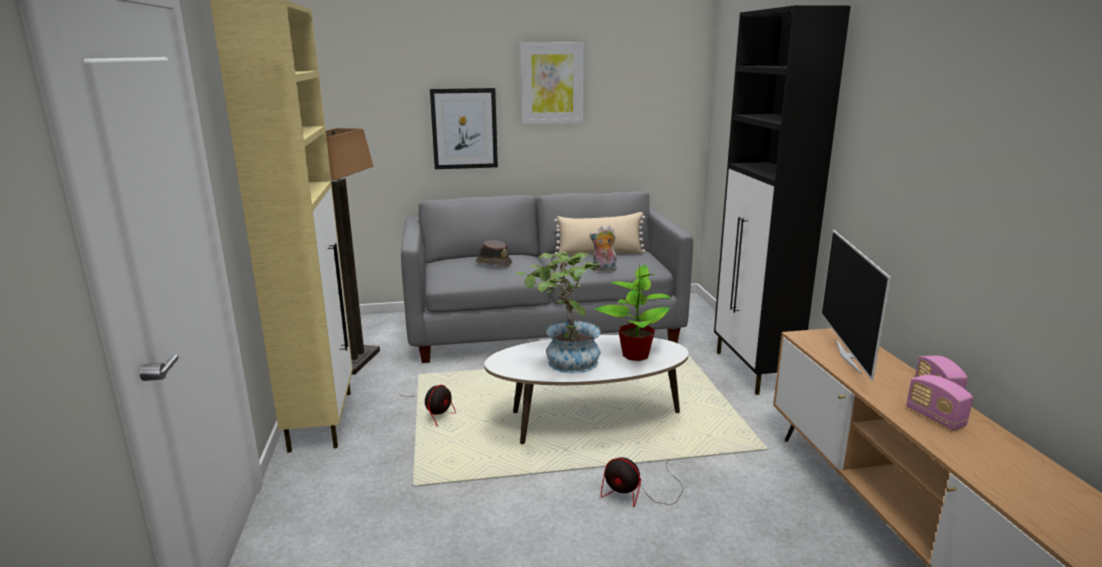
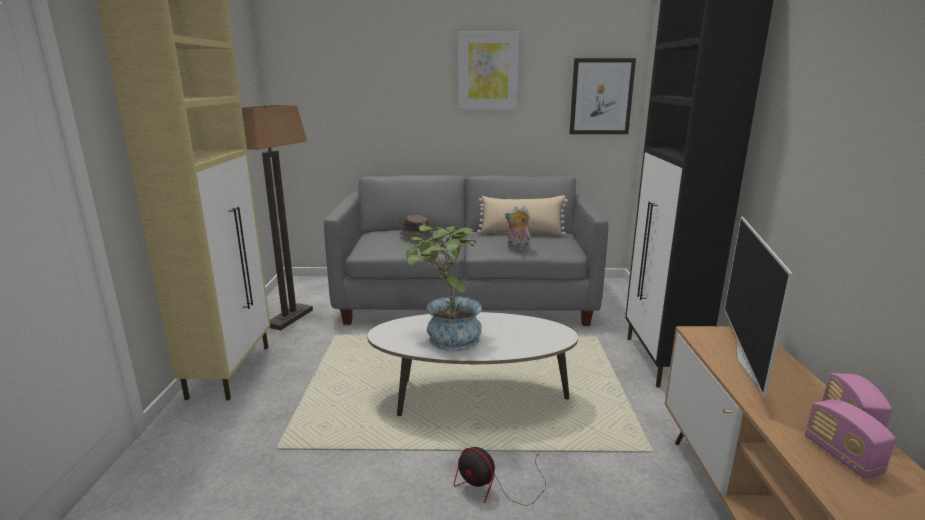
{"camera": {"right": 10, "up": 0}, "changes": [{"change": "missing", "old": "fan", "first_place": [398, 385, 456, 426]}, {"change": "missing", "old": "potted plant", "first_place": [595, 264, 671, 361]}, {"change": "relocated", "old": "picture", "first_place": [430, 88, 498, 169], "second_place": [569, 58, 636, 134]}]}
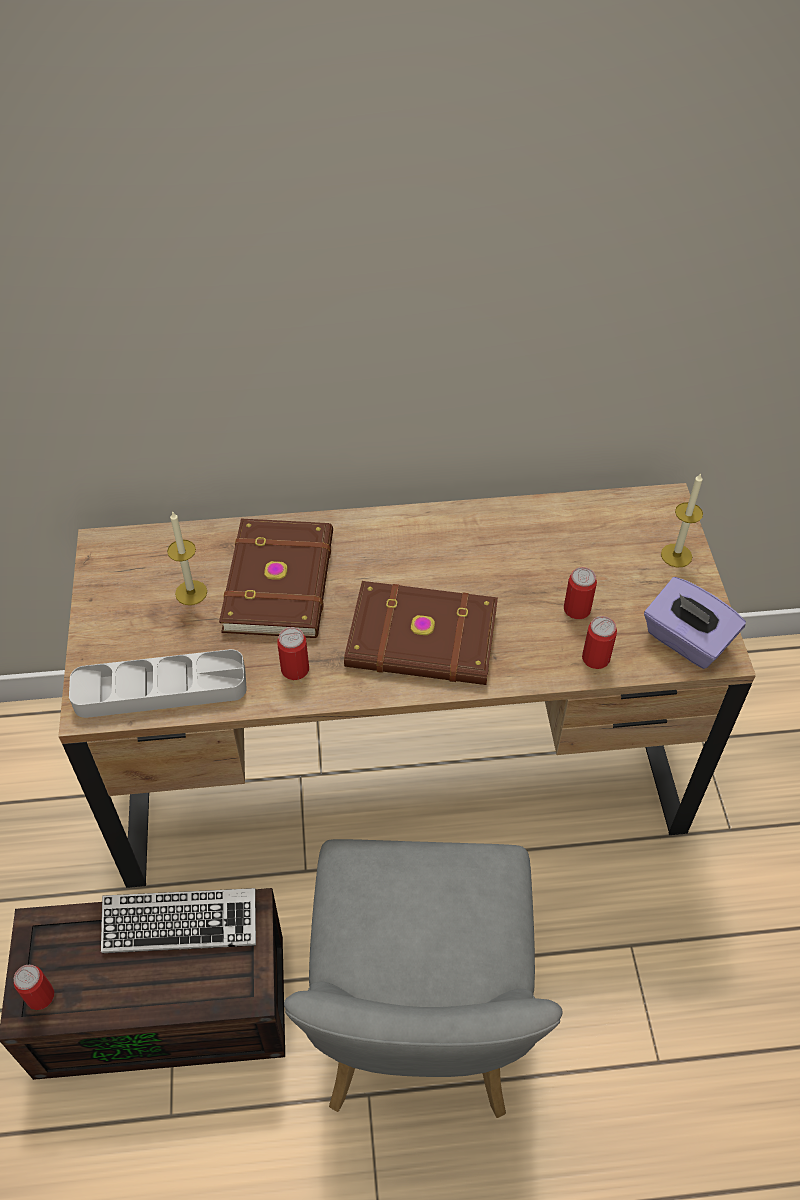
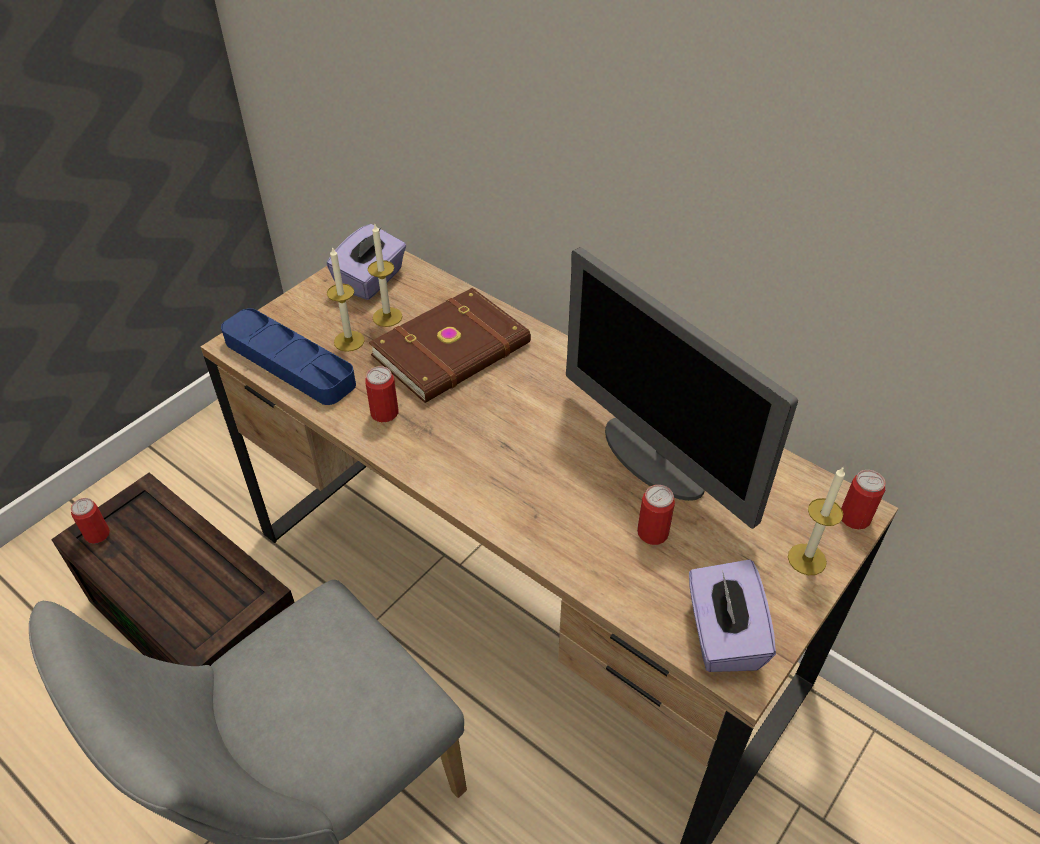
{"camera": {"right": 45, "up": -5}, "changes": [{"change": "missing", "old": "keyboard", "first_place": [101, 888, 256, 953]}, {"change": "missing", "old": "brown book", "first_place": [344, 581, 498, 685]}, {"change": "appeared", "new": "purple tissue box", "second_place": [327, 224, 406, 300]}, {"change": "appeared", "new": "candle", "second_place": [327, 246, 365, 352]}, {"change": "appeared", "new": "monitor", "second_place": [566, 247, 798, 529]}, {"change": "relocated", "old": "can", "first_place": [582, 616, 617, 669], "second_place": [841, 470, 885, 529]}, {"change": "colour", "old": "grey tray", "new": "blue tray", "first_place": [69, 649, 247, 718], "second_place": [221, 308, 356, 405]}]}
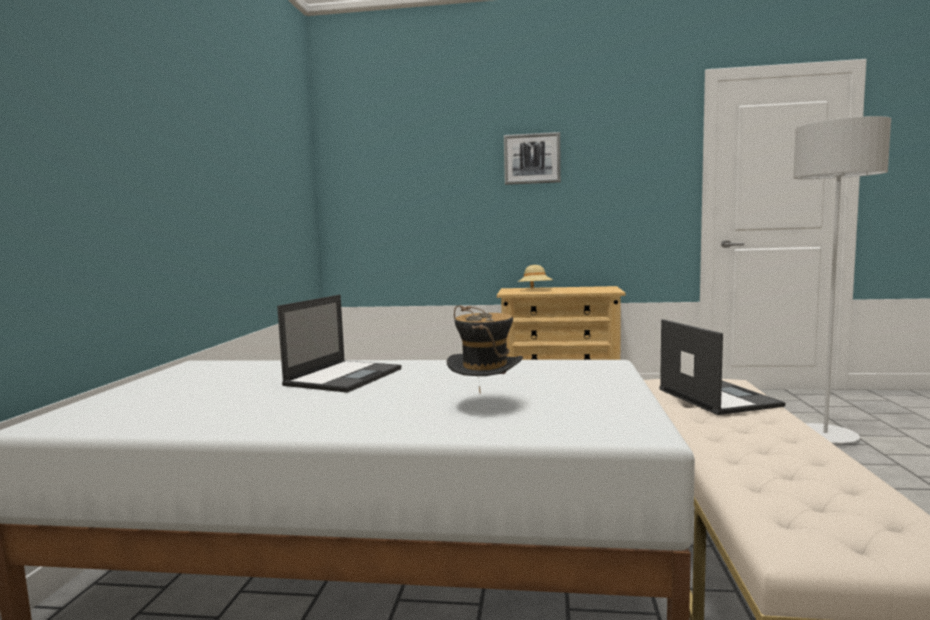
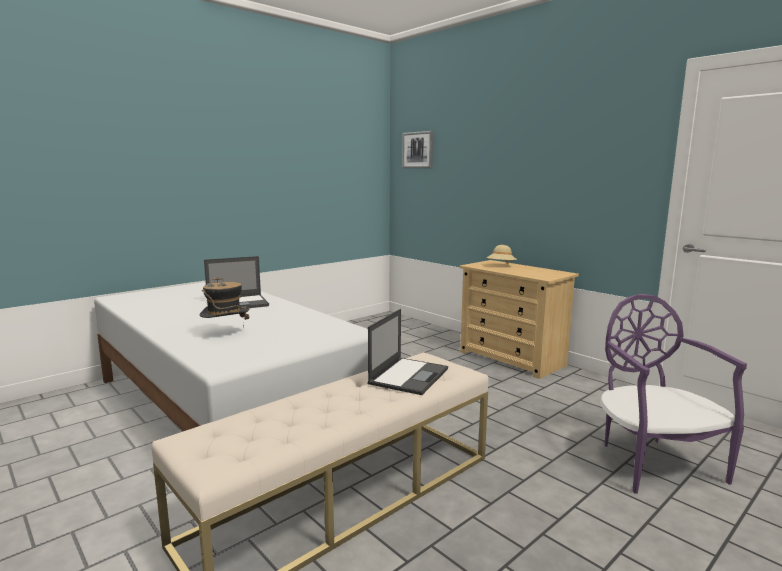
{"camera": {"right": 40, "up": 5}, "changes": [{"change": "relocated", "old": "picture", "first_place": [504, 132, 561, 185], "second_place": [402, 131, 433, 168]}, {"change": "exchanged", "old": "grey floor lamp", "new": "purple chair", "first_place": [793, 116, 891, 444], "second_place": [600, 294, 747, 494]}]}
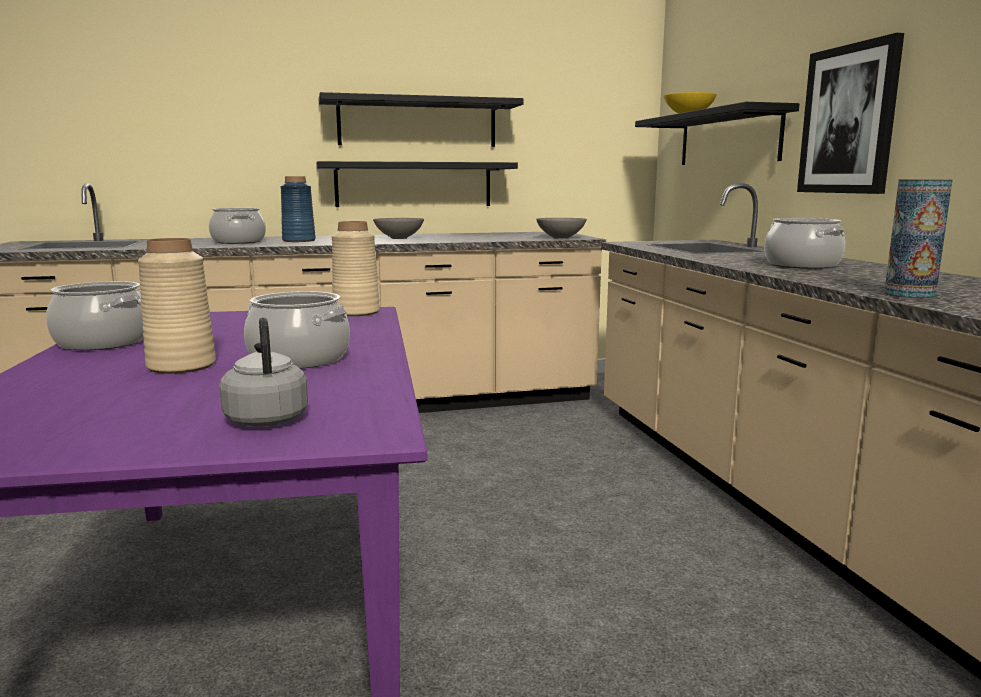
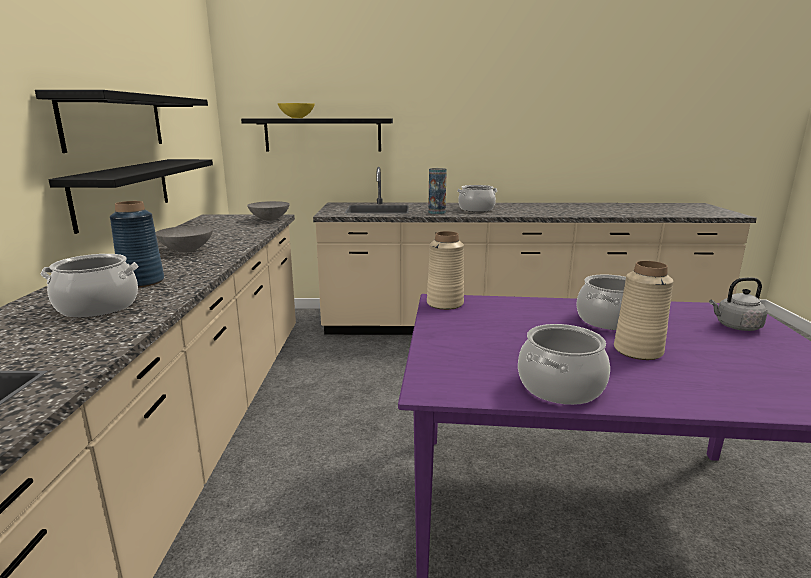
{"camera": {"right": -75, "up": 5}, "changes": [{"change": "missing", "old": "picture", "first_place": [797, 33, 904, 194]}, {"change": "relocated", "old": "vase", "first_place": [884, 179, 953, 299], "second_place": [428, 168, 447, 214]}]}
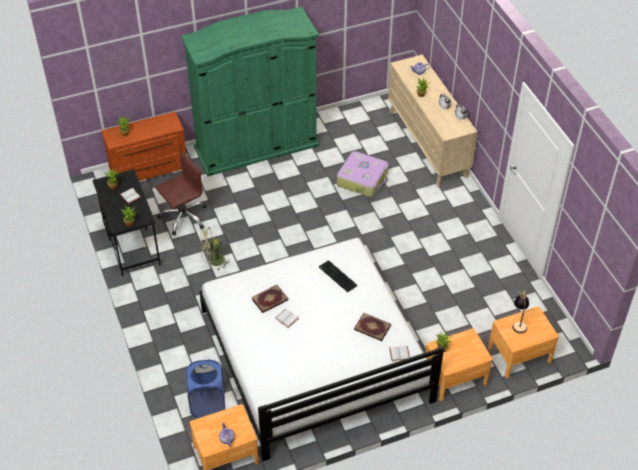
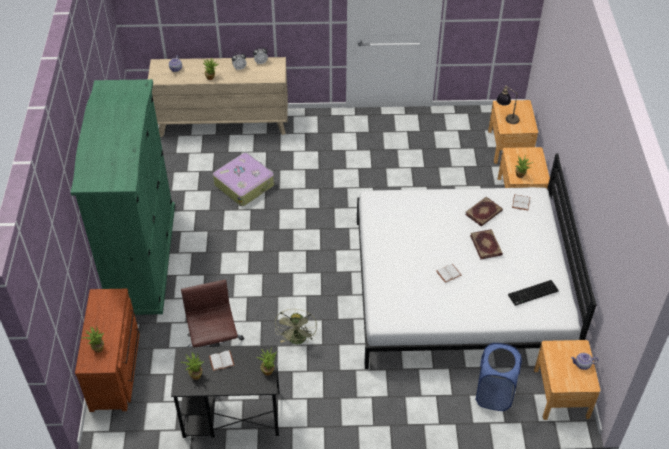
{"camera": {"right": -70, "up": 0}, "changes": [{"change": "relocated", "old": "book", "first_place": [252, 285, 288, 313], "second_place": [470, 229, 503, 259]}, {"change": "relocated", "old": "keyboard", "first_place": [319, 260, 357, 292], "second_place": [508, 280, 559, 306]}]}
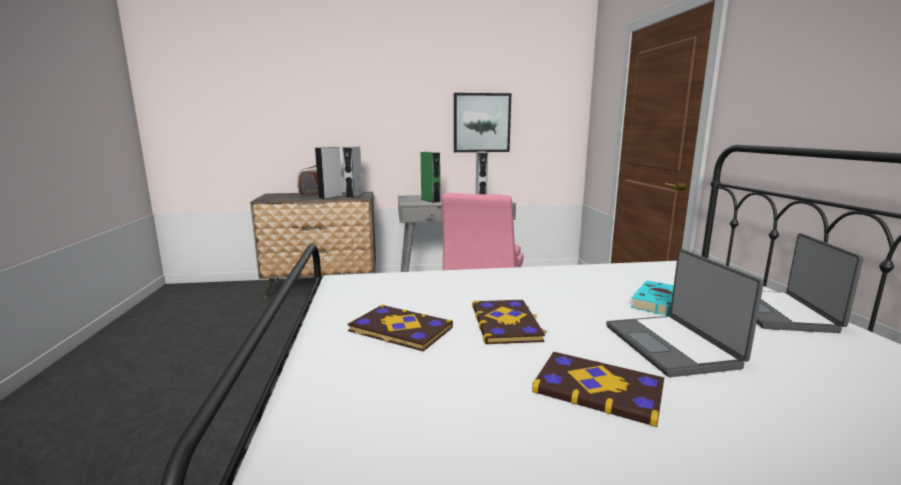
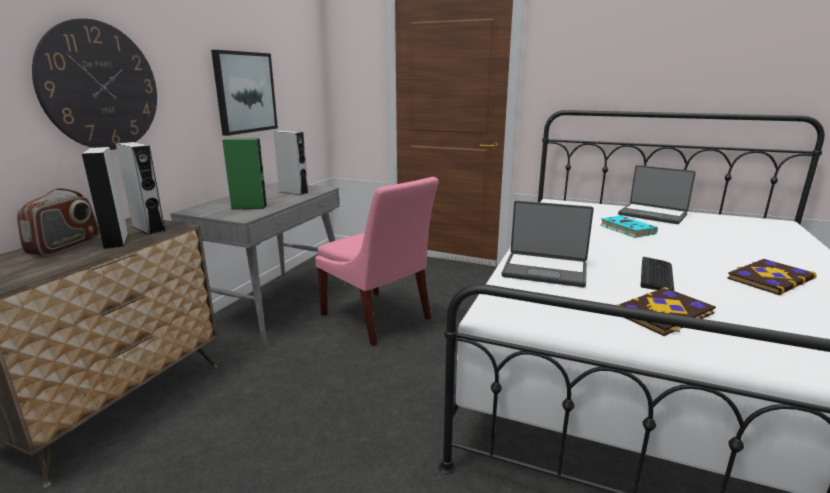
{"camera": {"right": -60, "up": 5}, "changes": [{"change": "appeared", "new": "wall clock", "second_place": [32, 18, 157, 150]}, {"change": "relocated", "old": "laptop", "first_place": [606, 249, 764, 377], "second_place": [502, 201, 594, 287]}, {"change": "exchanged", "old": "book", "new": "keyboard", "first_place": [472, 300, 547, 345], "second_place": [641, 257, 674, 291]}]}
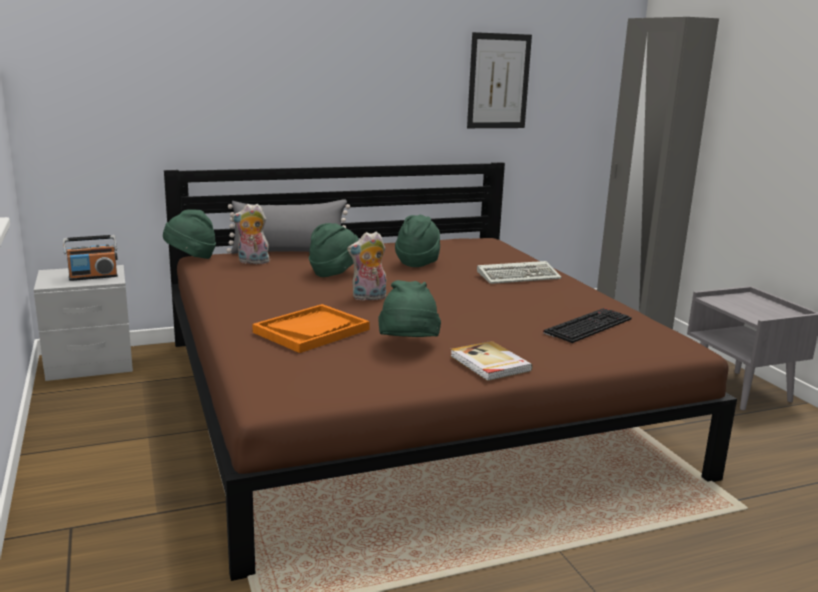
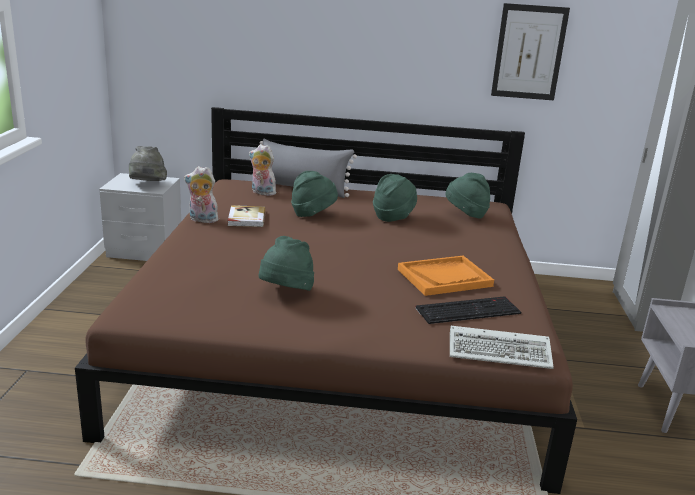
{"camera": {"right": 25, "up": 5}, "changes": [{"change": "relocated", "old": "green hat", "first_place": [163, 209, 216, 259], "second_place": [446, 173, 490, 219]}, {"change": "relocated", "old": "orange tray", "first_place": [252, 304, 370, 353], "second_place": [398, 256, 494, 296]}, {"change": "relocated", "old": "plush toy", "first_place": [347, 231, 386, 301], "second_place": [184, 166, 218, 223]}, {"change": "relocated", "old": "book", "first_place": [450, 341, 532, 381], "second_place": [228, 205, 266, 227]}, {"change": "relocated", "old": "keyboard", "first_place": [477, 261, 561, 284], "second_place": [450, 326, 554, 369]}, {"change": "exchanged", "old": "radio", "new": "grey hat", "first_place": [63, 235, 118, 281], "second_place": [129, 146, 167, 181]}]}
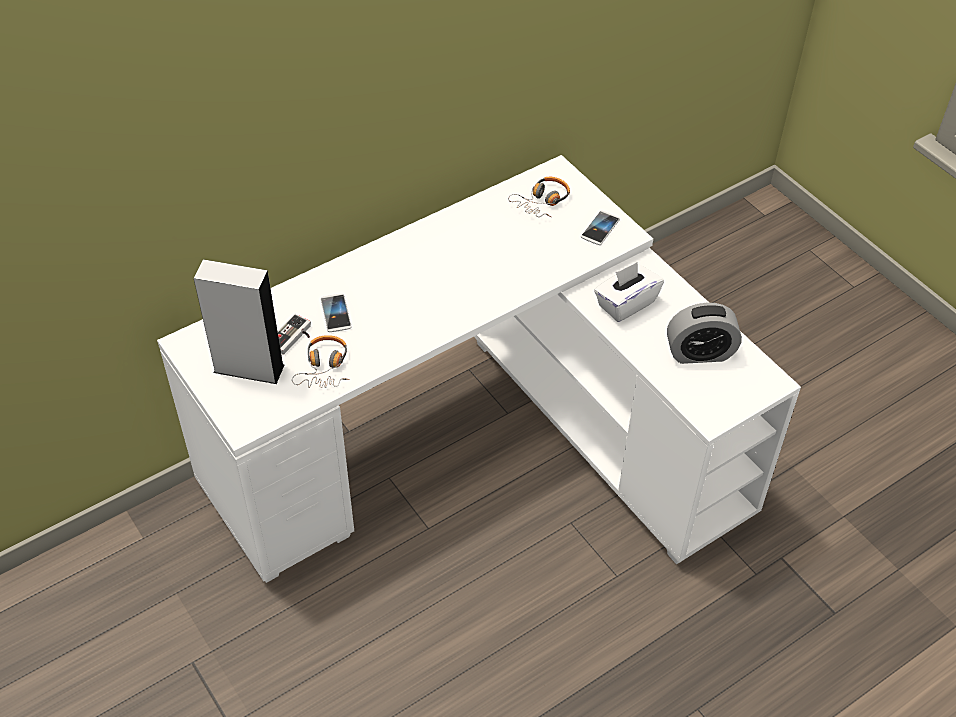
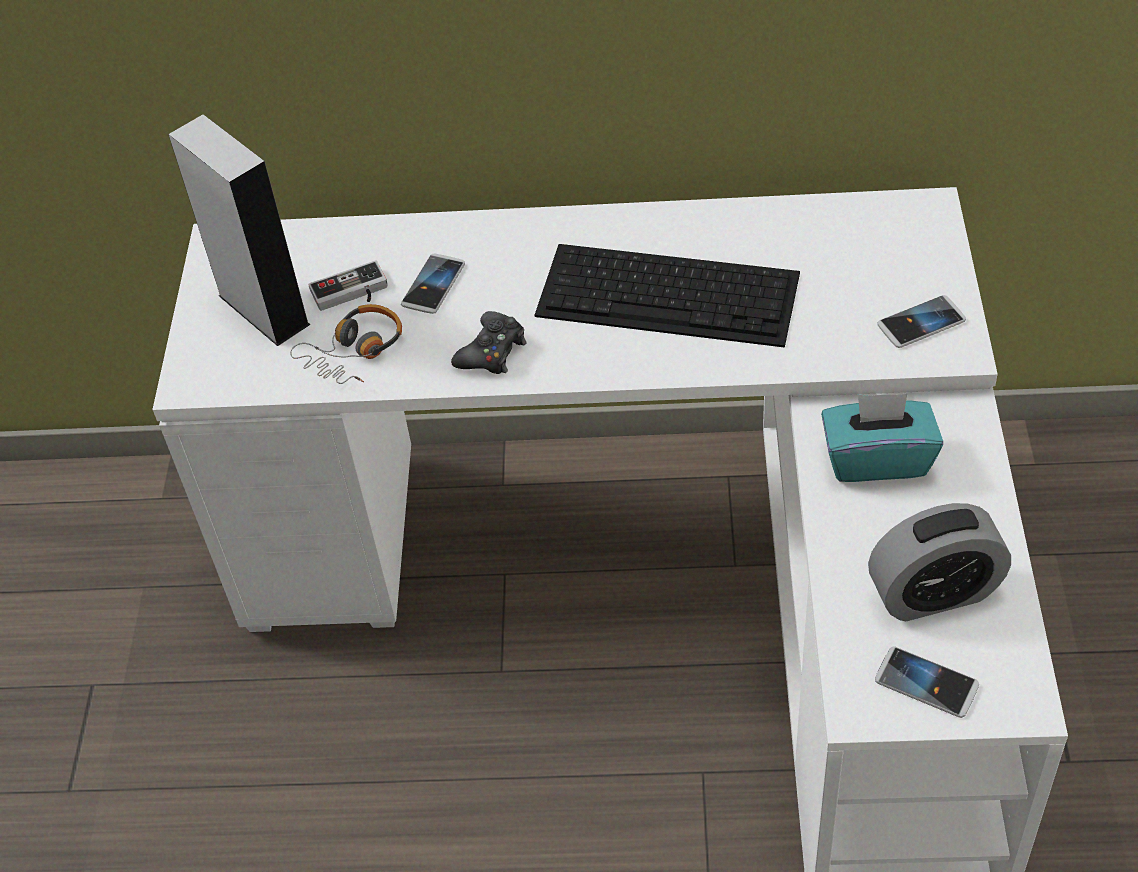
{"camera": {"right": 40, "up": 0}, "changes": [{"change": "missing", "old": "headphones", "first_place": [508, 177, 570, 217]}, {"change": "appeared", "new": "black game controller", "second_place": [451, 311, 527, 374]}, {"change": "appeared", "new": "keyboard", "second_place": [535, 244, 800, 348]}, {"change": "appeared", "new": "phone", "second_place": [875, 646, 979, 718]}, {"change": "colour", "old": "white tissue box", "new": "turquoise tissue box", "first_place": [594, 262, 664, 322], "second_place": [821, 393, 943, 482]}, {"change": "spun", "old": "alarm clock", "first_place": [667, 303, 742, 364], "second_place": [868, 503, 1011, 621], "degrees": -45}]}
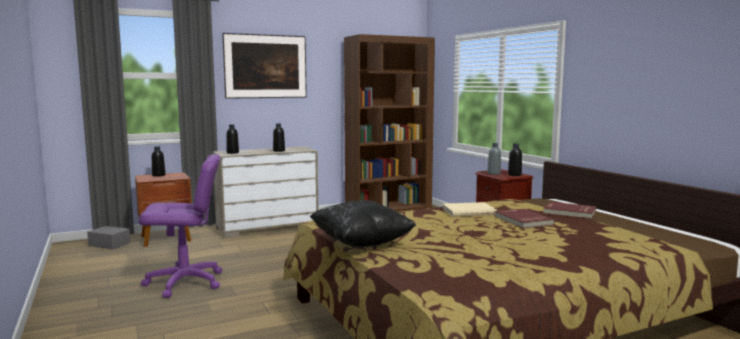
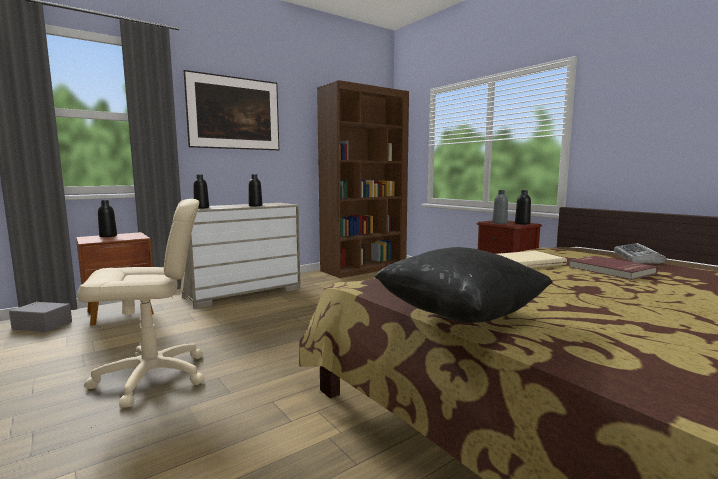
{"camera": {"right": -10, "up": 0}, "changes": [{"change": "exchanged", "old": "red book", "new": "keyboard", "first_place": [543, 202, 596, 219], "second_place": [614, 243, 666, 264]}, {"change": "colour", "old": "purple office chair", "new": "beige office chair", "first_place": [139, 154, 222, 298], "second_place": [77, 199, 205, 408]}]}
